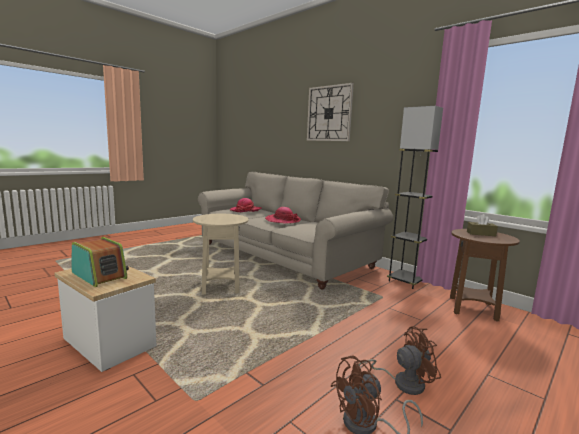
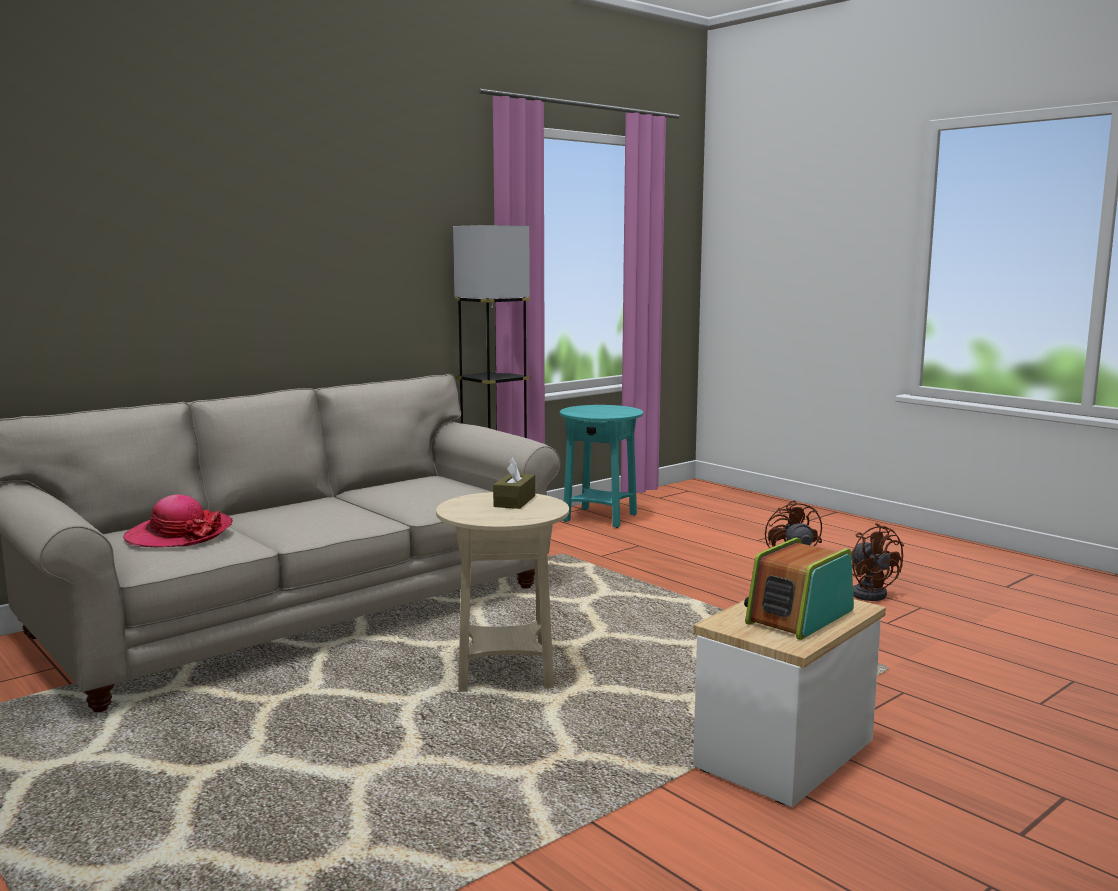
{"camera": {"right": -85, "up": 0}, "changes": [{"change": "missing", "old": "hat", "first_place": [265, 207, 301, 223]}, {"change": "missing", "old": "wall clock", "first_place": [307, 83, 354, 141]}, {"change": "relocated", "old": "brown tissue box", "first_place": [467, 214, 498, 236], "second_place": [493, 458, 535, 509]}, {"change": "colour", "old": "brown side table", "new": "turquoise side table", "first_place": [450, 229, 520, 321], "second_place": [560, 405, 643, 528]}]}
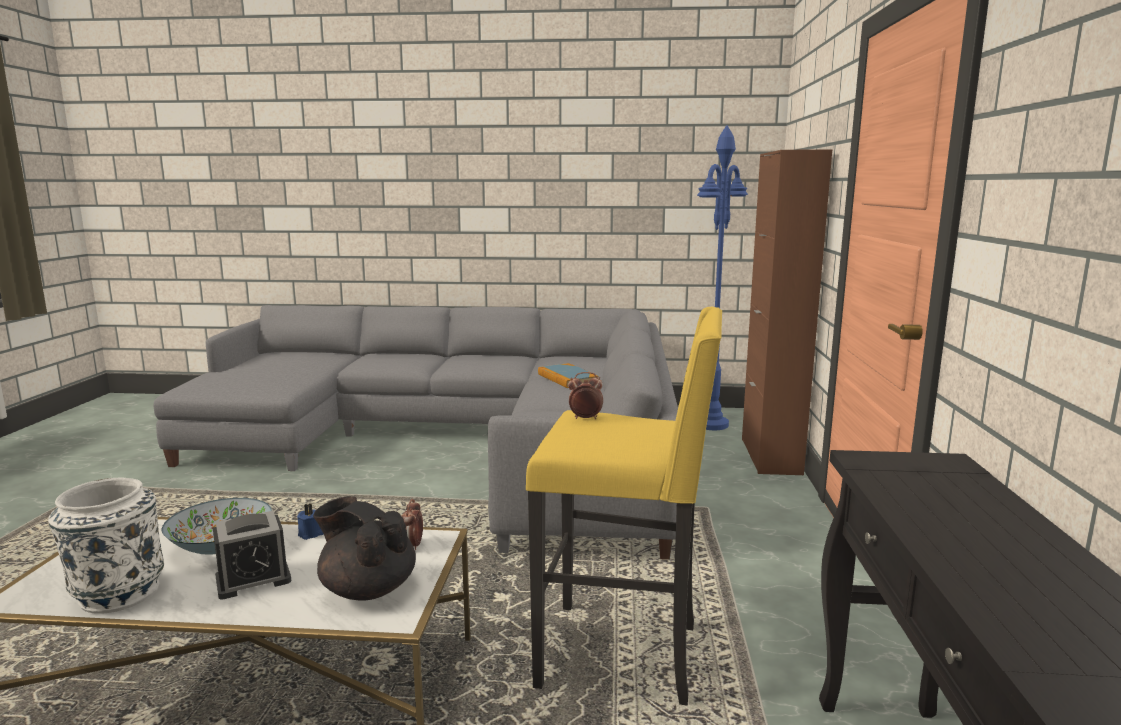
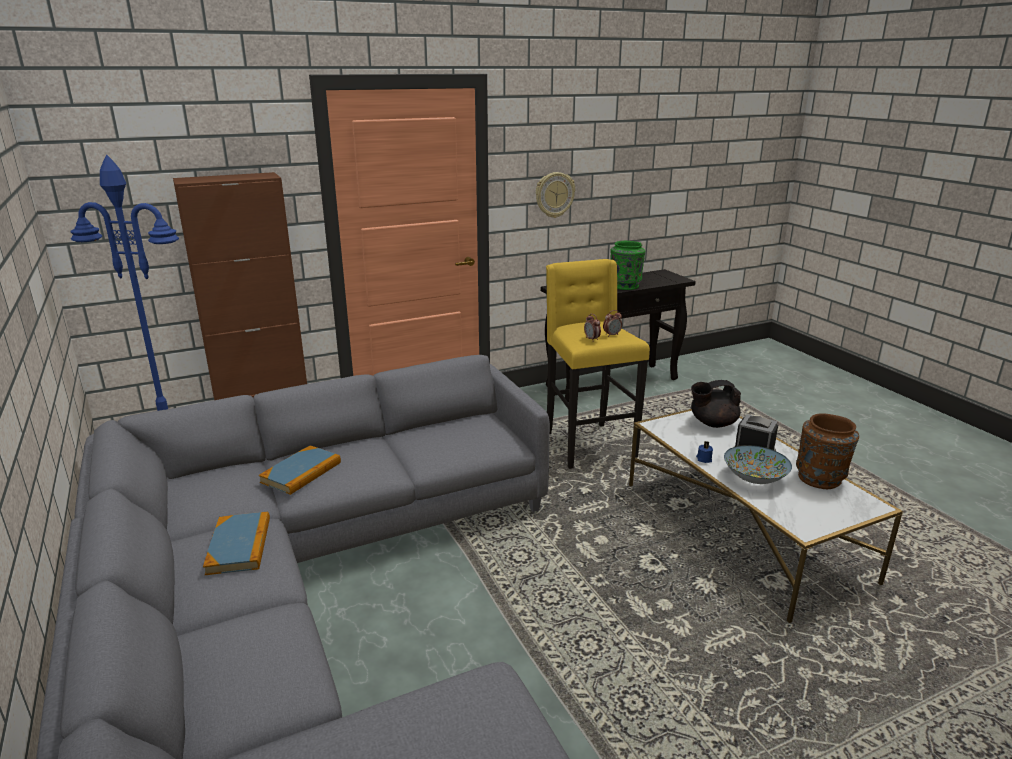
{"camera": {"right": -120, "up": 10}, "changes": [{"change": "appeared", "new": "book", "second_place": [203, 512, 270, 575]}, {"change": "appeared", "new": "wall clock", "second_place": [536, 172, 575, 218]}, {"change": "appeared", "new": "green vase", "second_place": [611, 241, 645, 290]}, {"change": "relocated", "old": "alarm clock", "first_place": [402, 499, 423, 550], "second_place": [603, 310, 622, 337]}, {"change": "colour", "old": "white vase", "new": "brown vase", "first_place": [48, 478, 164, 614], "second_place": [796, 413, 859, 489]}, {"change": "spun", "old": "black teapot", "first_place": [313, 496, 416, 600], "second_place": [691, 380, 741, 428], "degrees": 75}]}
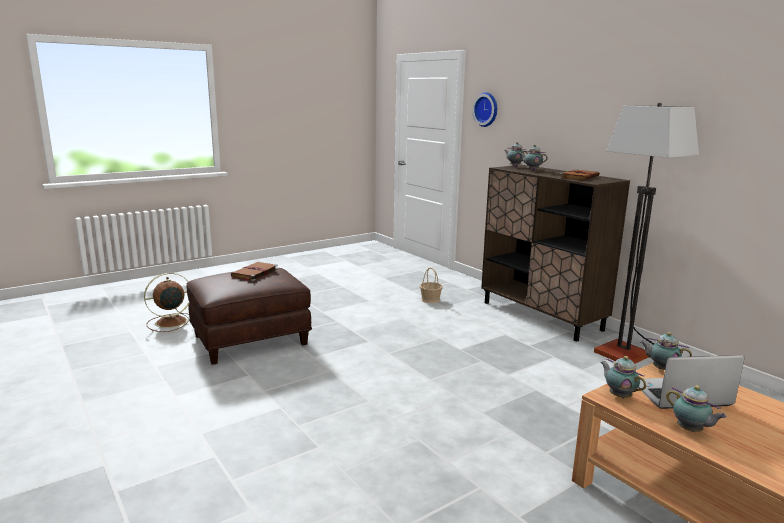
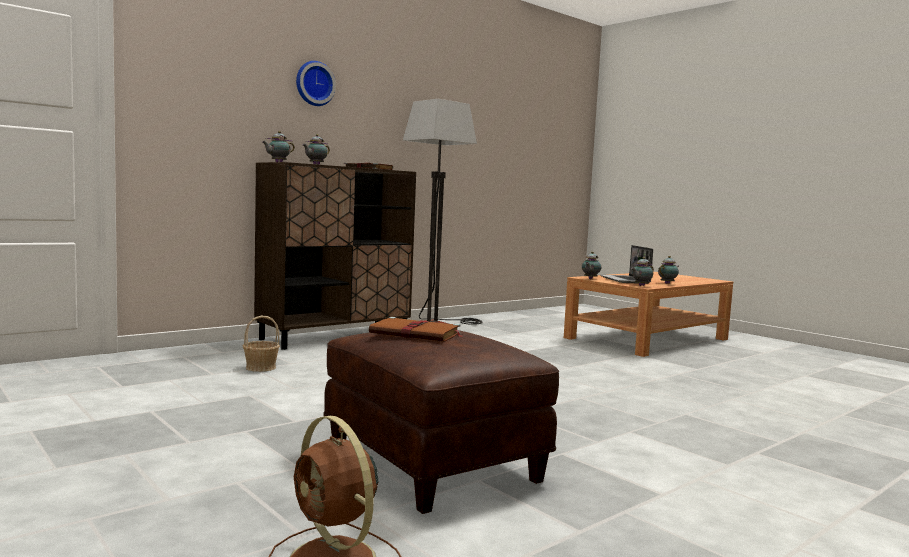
{"camera": {"right": -95, "up": -10}, "changes": [{"change": "relocated", "old": "wall clock", "first_place": [472, 92, 497, 127], "second_place": [296, 61, 336, 106]}]}
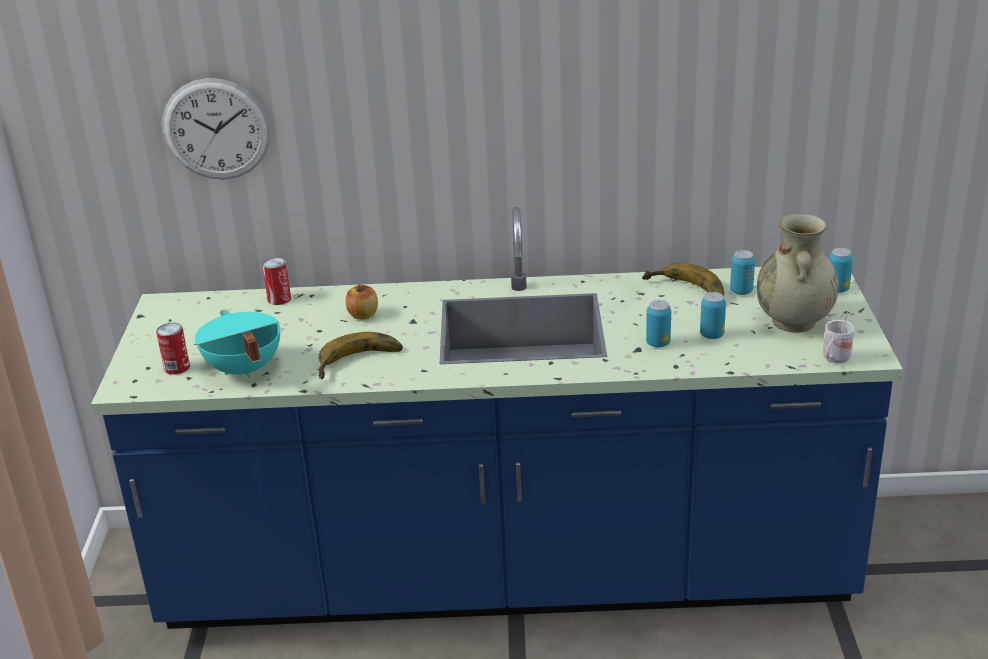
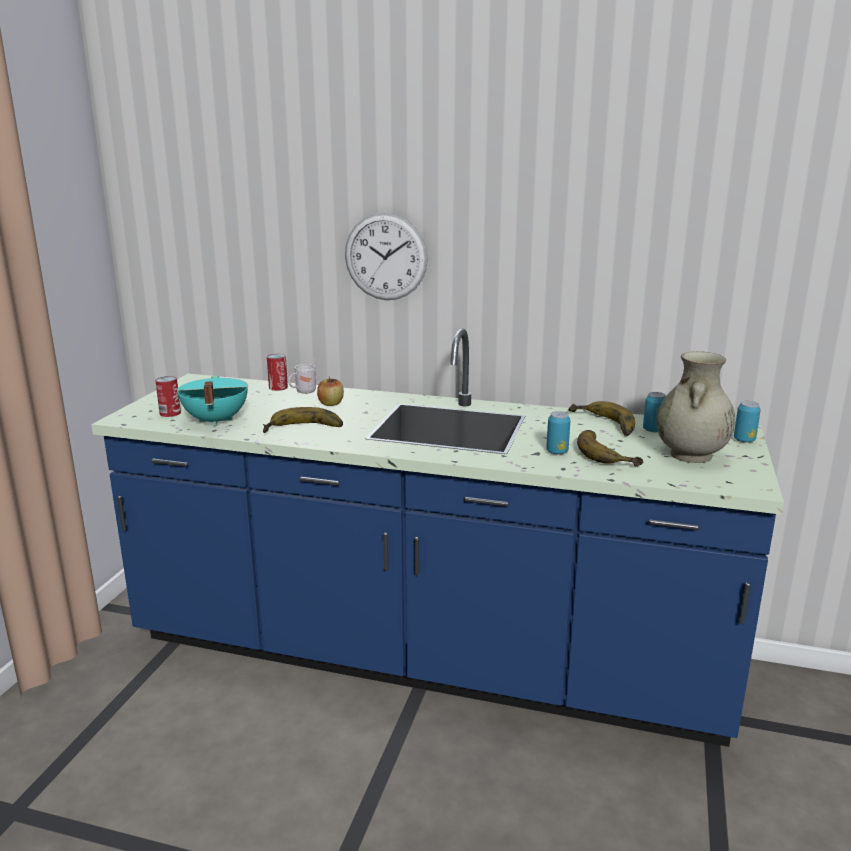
{"camera": {"right": 15, "up": -10}, "changes": [{"change": "relocated", "old": "wall clock", "first_place": [162, 78, 270, 180], "second_place": [345, 213, 428, 300]}, {"change": "relocated", "old": "white mug", "first_place": [823, 311, 855, 363], "second_place": [288, 359, 316, 394]}, {"change": "exchanged", "old": "can", "new": "banana", "first_place": [700, 292, 726, 339], "second_place": [577, 430, 643, 466]}]}
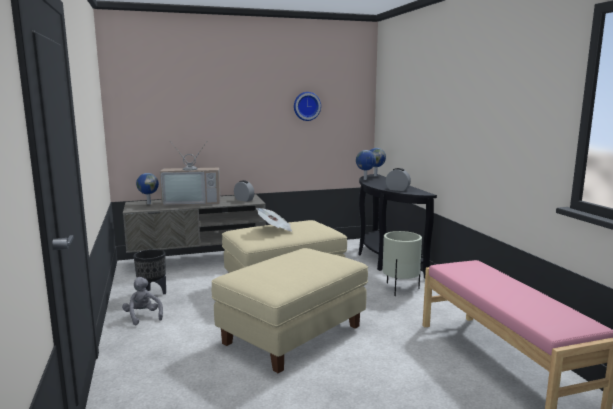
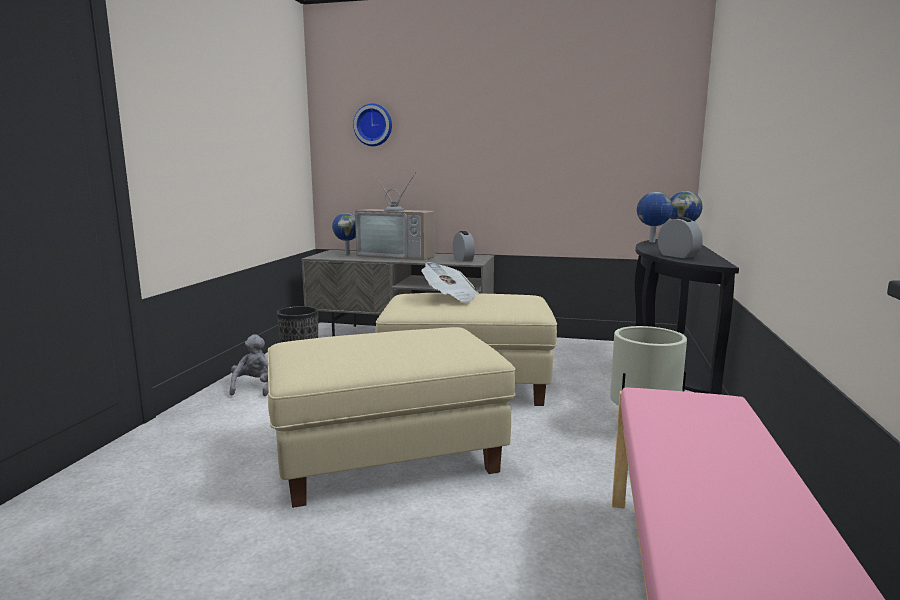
{"camera": {"right": 30, "up": 0}, "changes": [{"change": "relocated", "old": "wall clock", "first_place": [294, 92, 321, 121], "second_place": [353, 104, 392, 146]}]}
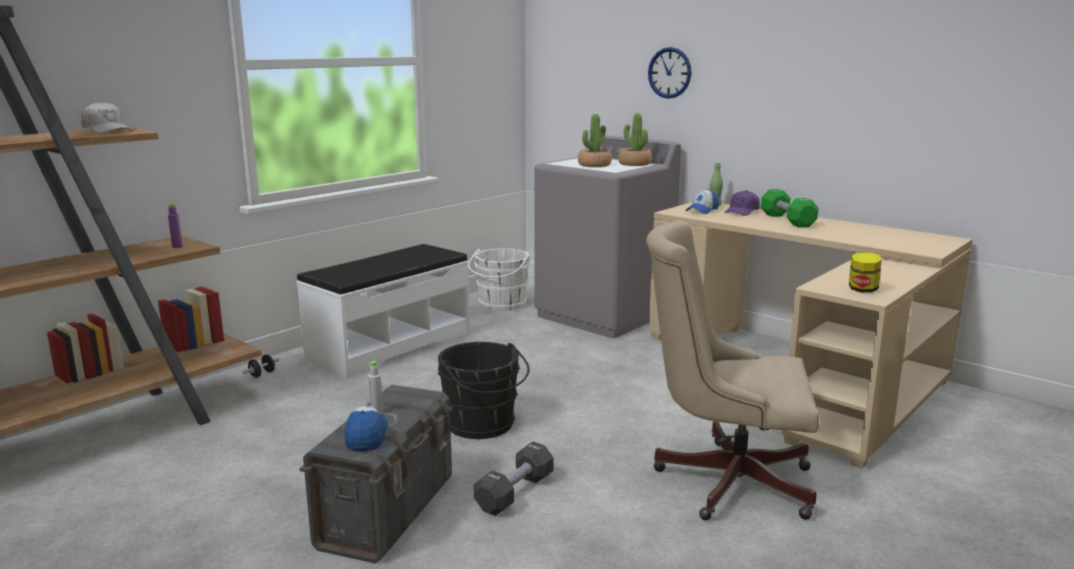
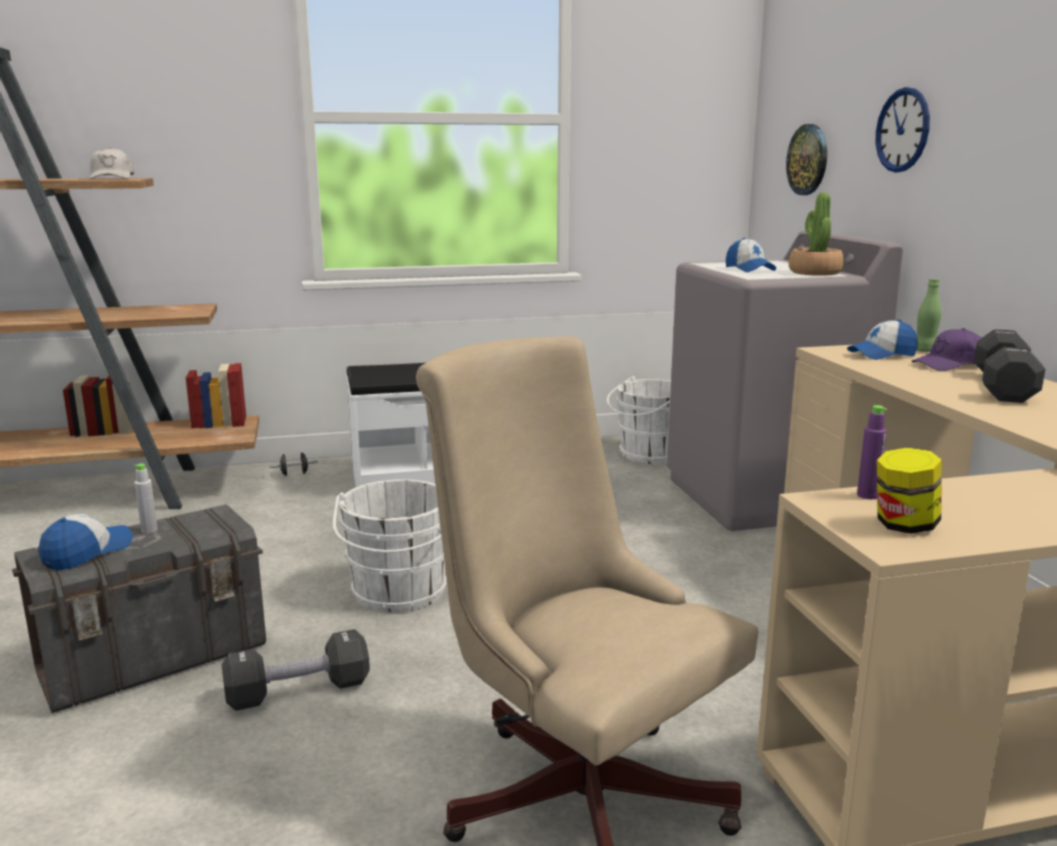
{"camera": {"right": 35, "up": 0}, "changes": [{"change": "appeared", "new": "wall clock", "second_place": [786, 124, 827, 195]}, {"change": "relocated", "old": "purple bottle", "first_place": [168, 203, 182, 248], "second_place": [857, 405, 887, 499]}, {"change": "exchanged", "old": "potted plant", "new": "cap", "first_place": [578, 114, 612, 167], "second_place": [726, 238, 776, 272]}, {"change": "colour", "old": "black bucket", "new": "white bucket", "first_place": [438, 342, 530, 439], "second_place": [333, 479, 447, 613]}, {"change": "colour", "old": "green dumbbell", "new": "black dumbbell", "first_place": [761, 189, 818, 228], "second_place": [974, 329, 1045, 403]}]}
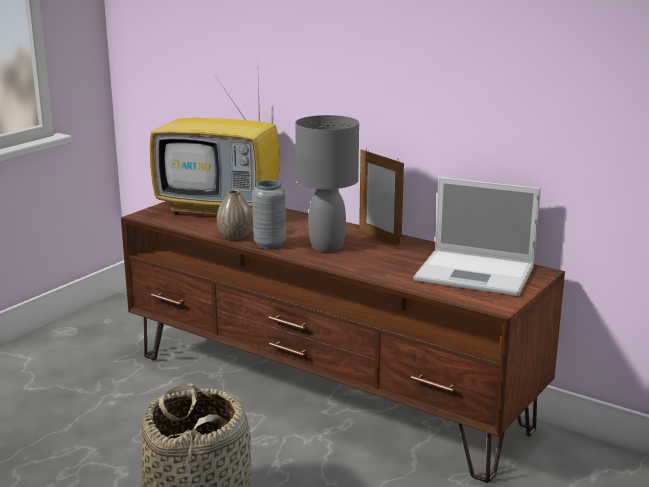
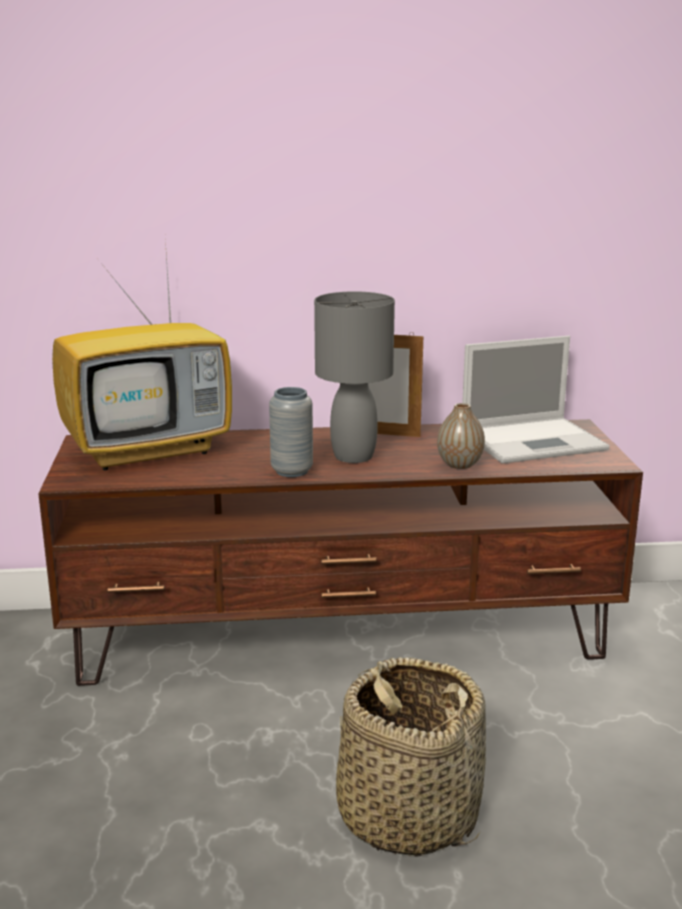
{"camera": {"right": -40, "up": 0}, "changes": [{"change": "relocated", "old": "vase", "first_place": [217, 190, 253, 240], "second_place": [437, 403, 485, 469]}]}
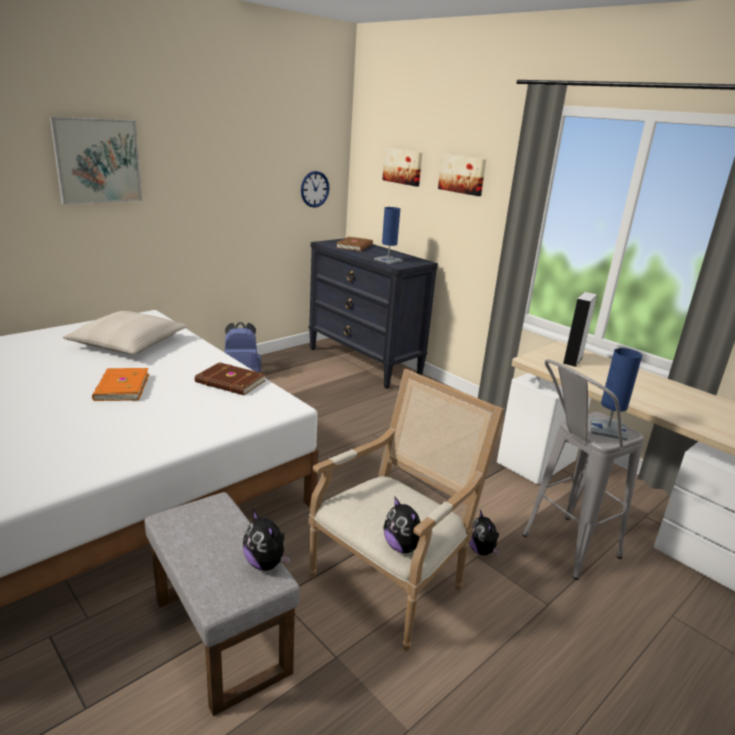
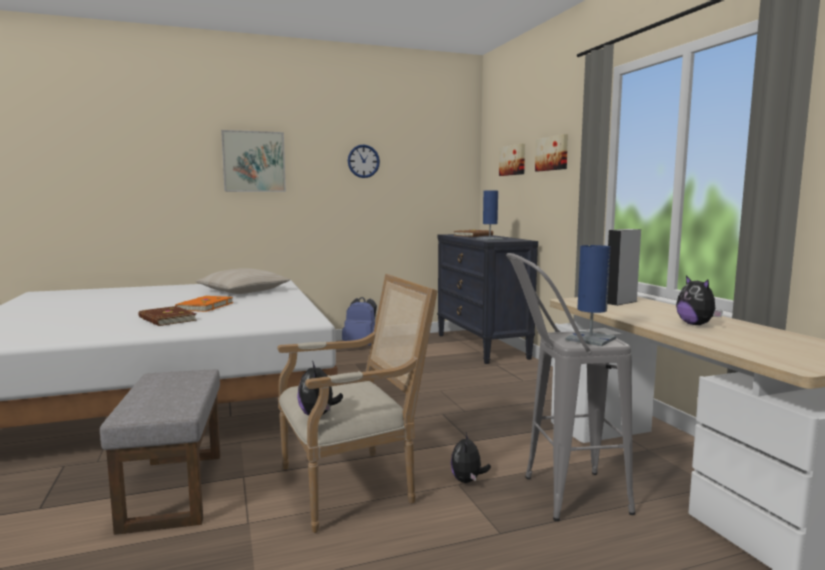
{"camera": {"right": 25, "up": -15}, "changes": [{"change": "relocated", "old": "brown book", "first_place": [195, 362, 266, 395], "second_place": [138, 306, 197, 326]}, {"change": "relocated", "old": "plush toy", "first_place": [243, 510, 290, 571], "second_place": [676, 276, 723, 325]}, {"change": "relocated", "old": "wall clock", "first_place": [301, 171, 329, 208], "second_place": [348, 144, 380, 178]}]}
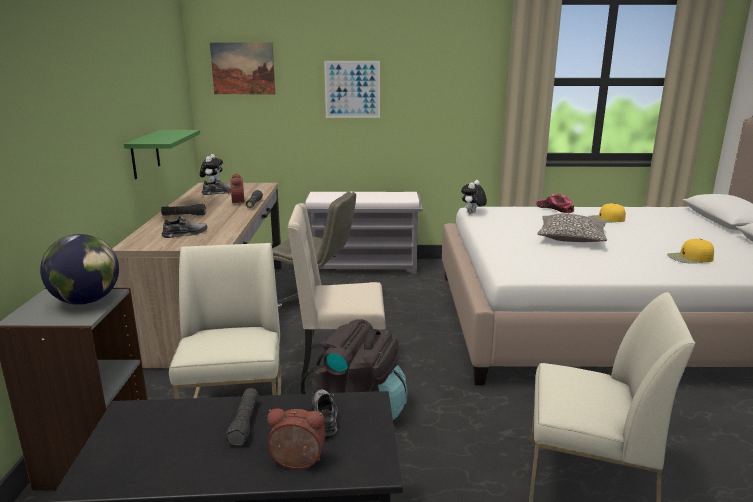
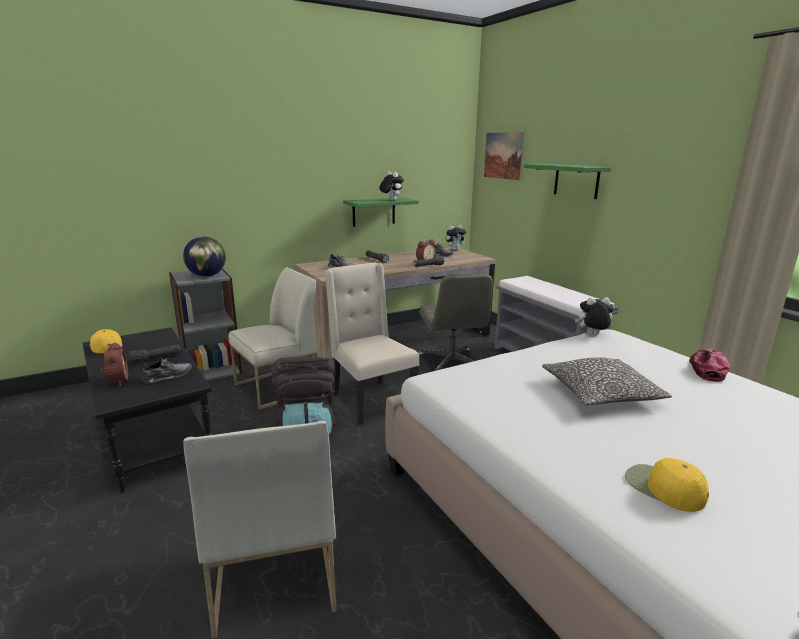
{"camera": {"right": 60, "up": 0}, "changes": [{"change": "appeared", "new": "plush toy", "second_place": [379, 171, 404, 201]}, {"change": "relocated", "old": "yellow cap", "first_place": [588, 203, 626, 223], "second_place": [89, 329, 122, 353]}, {"change": "exchanged", "old": "picture", "new": "green shelf", "first_place": [324, 61, 380, 118], "second_place": [524, 164, 611, 199]}]}
